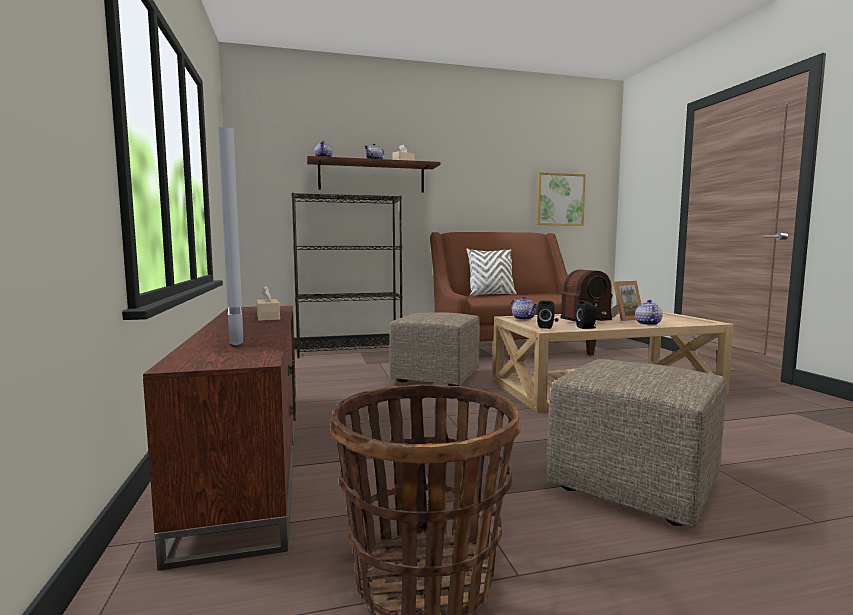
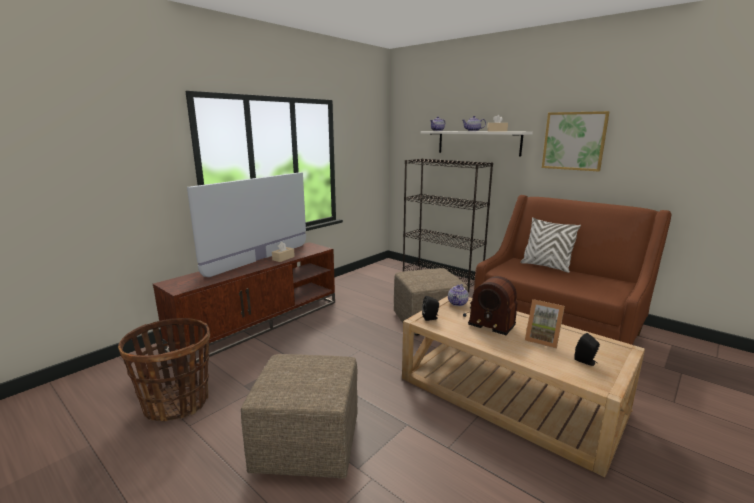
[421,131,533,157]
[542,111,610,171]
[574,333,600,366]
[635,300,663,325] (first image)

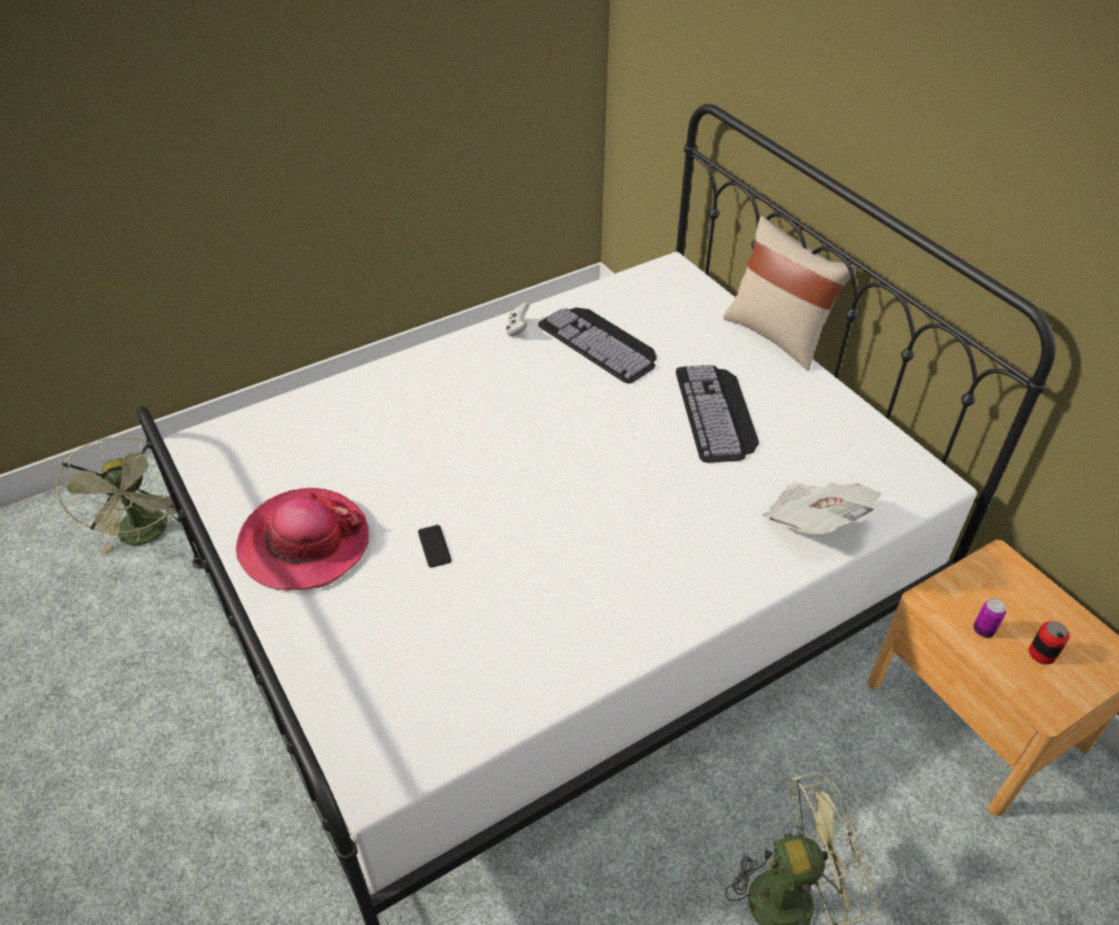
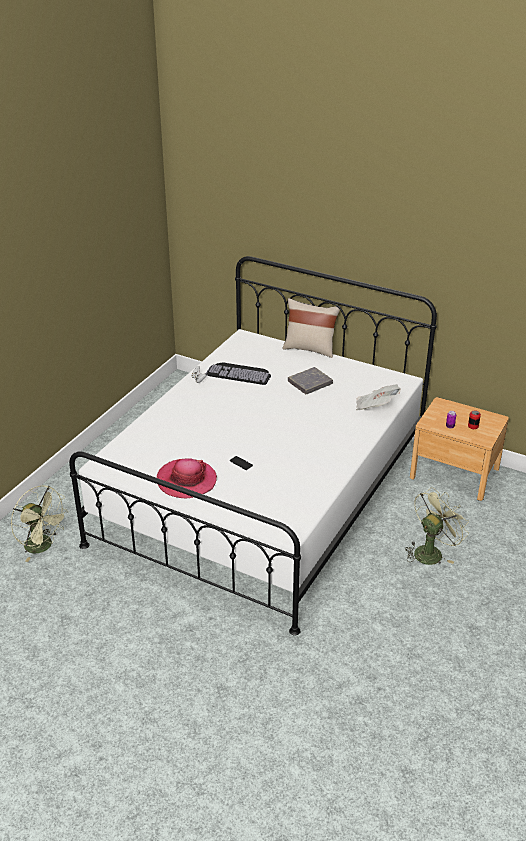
[288,367,333,394]

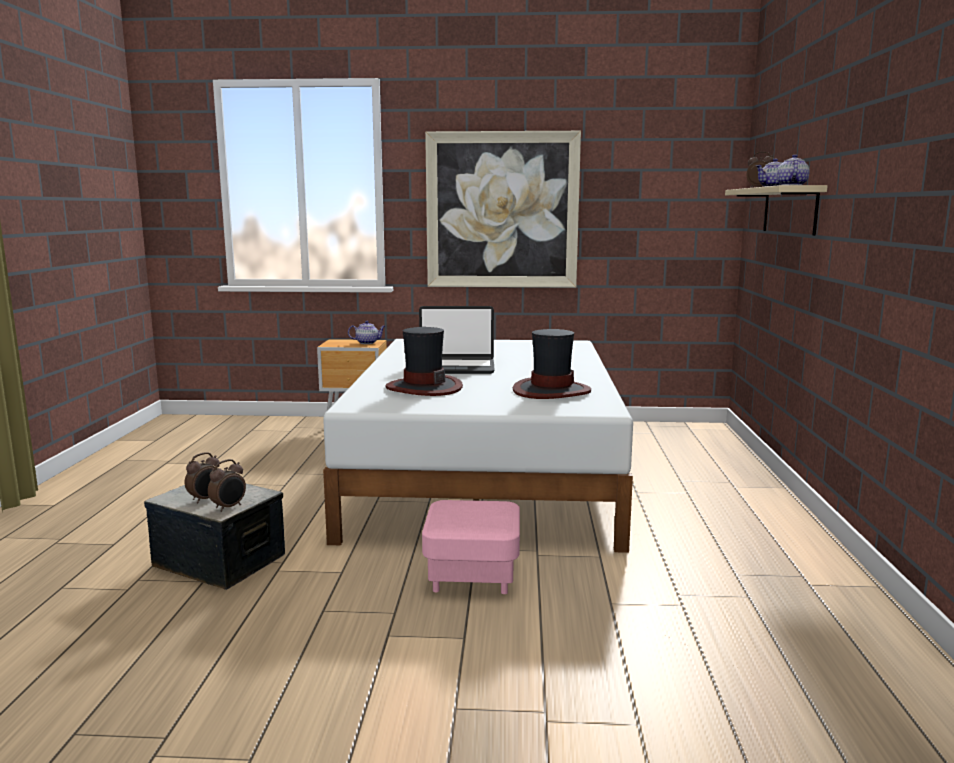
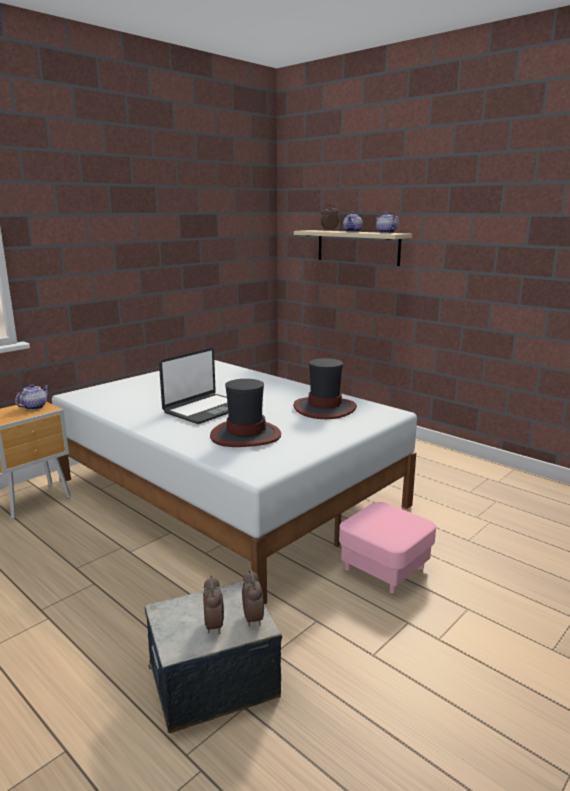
[425,131,581,288] (first image)

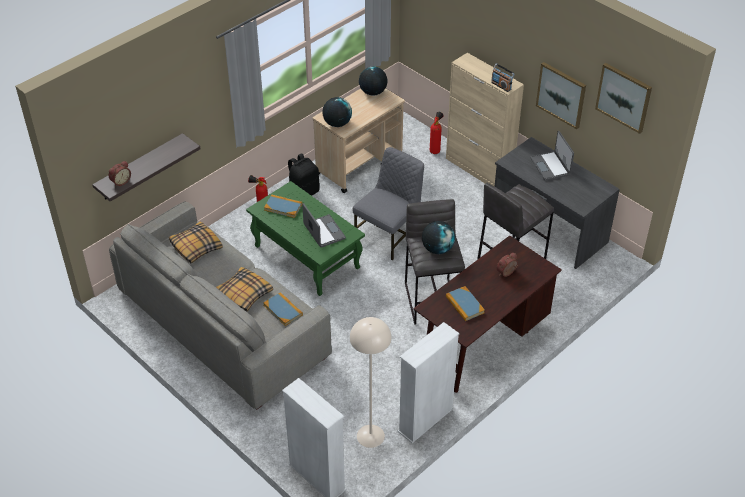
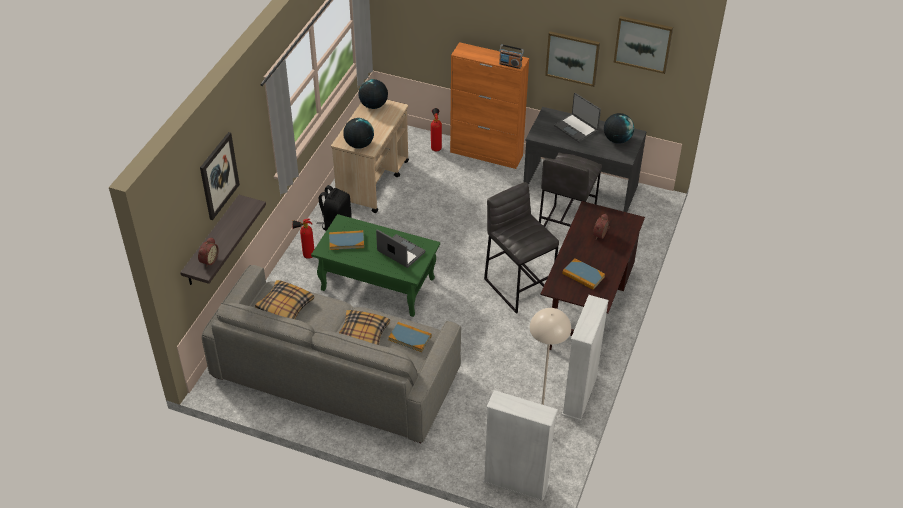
[450,42,529,169]
[353,147,424,261] (first image)
[604,113,634,144]
[200,132,240,220]

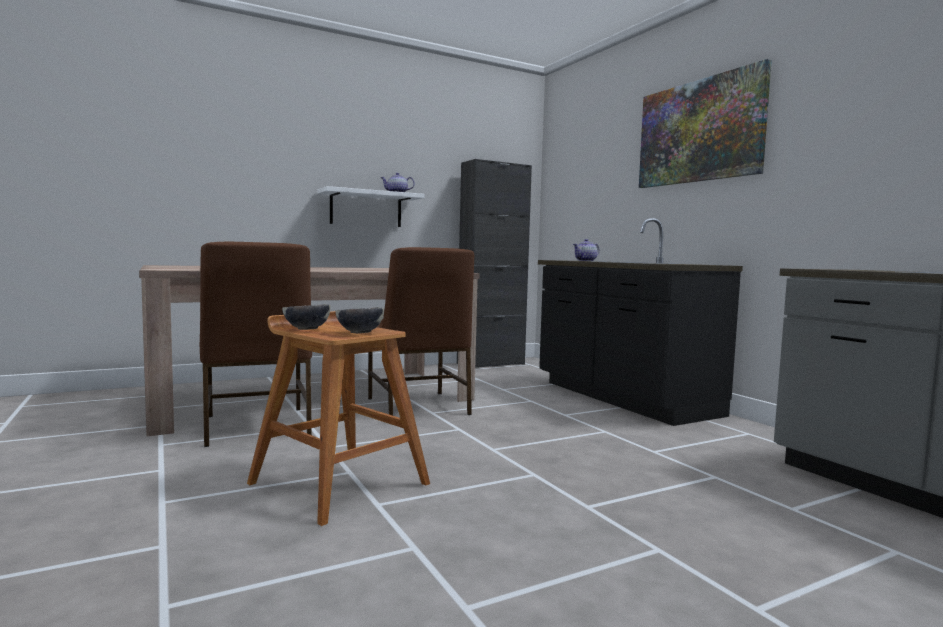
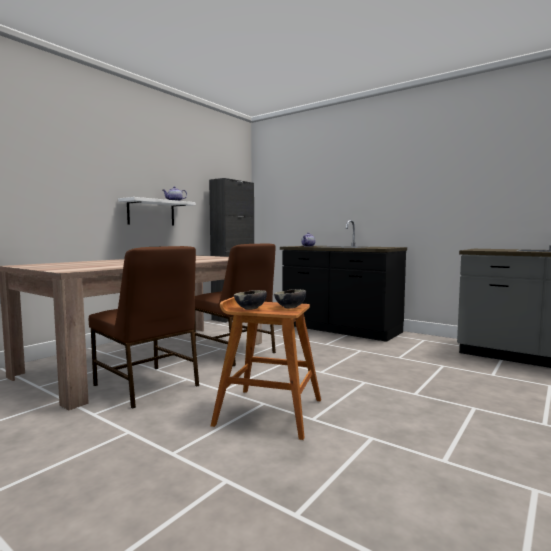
[639,59,772,188] (first image)

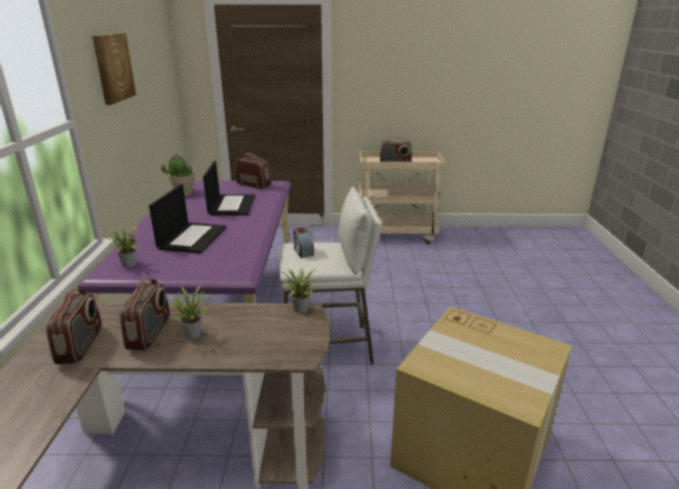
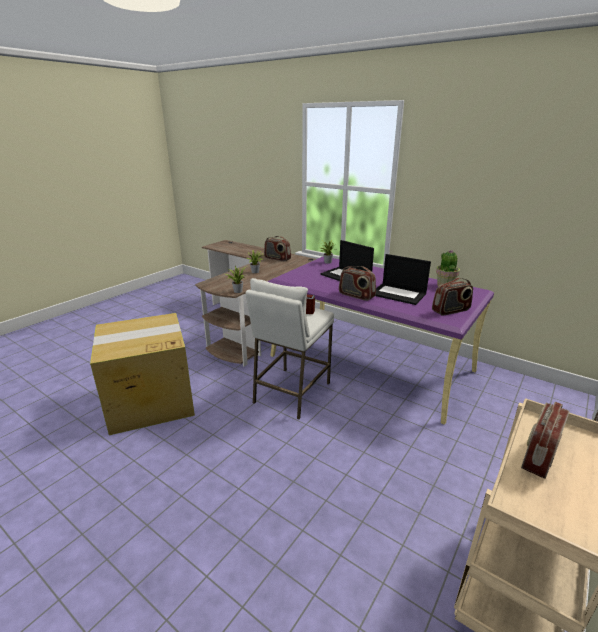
[92,33,136,105] (first image)
[339,266,376,301]

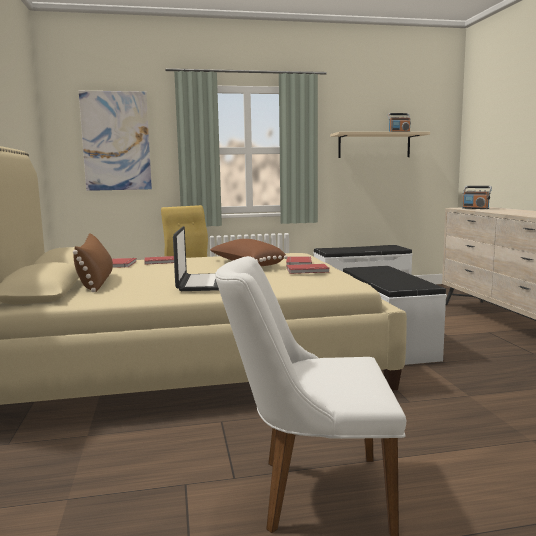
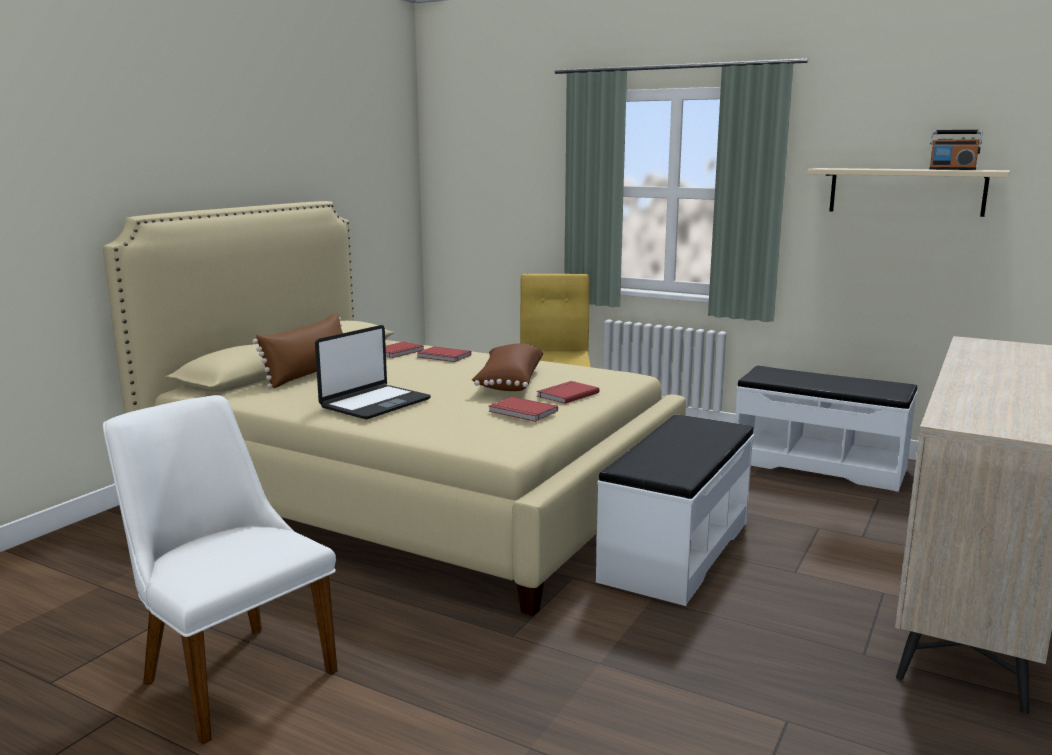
[79,91,152,191] (first image)
[462,186,492,209] (first image)

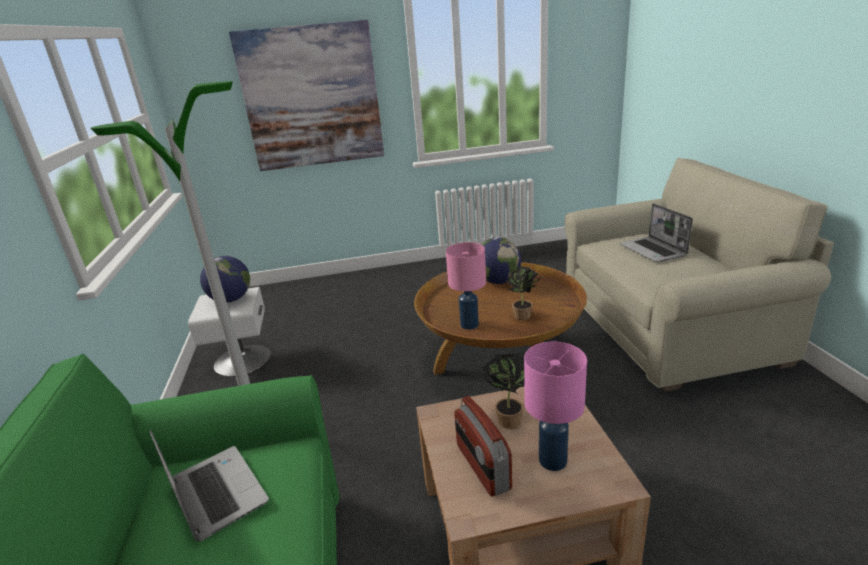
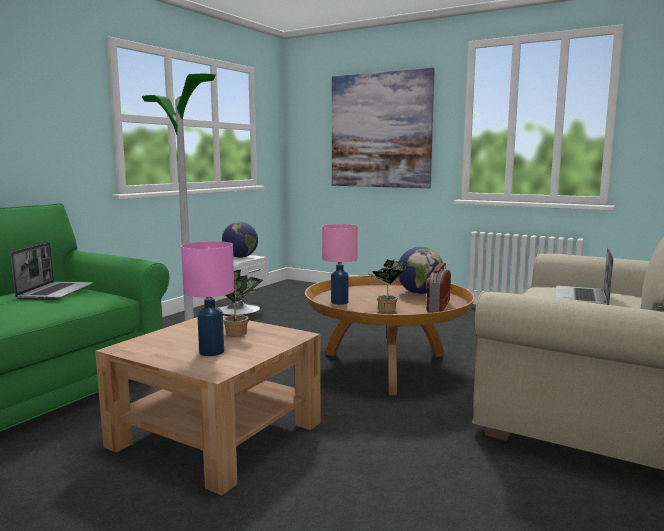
[426,263,451,313]

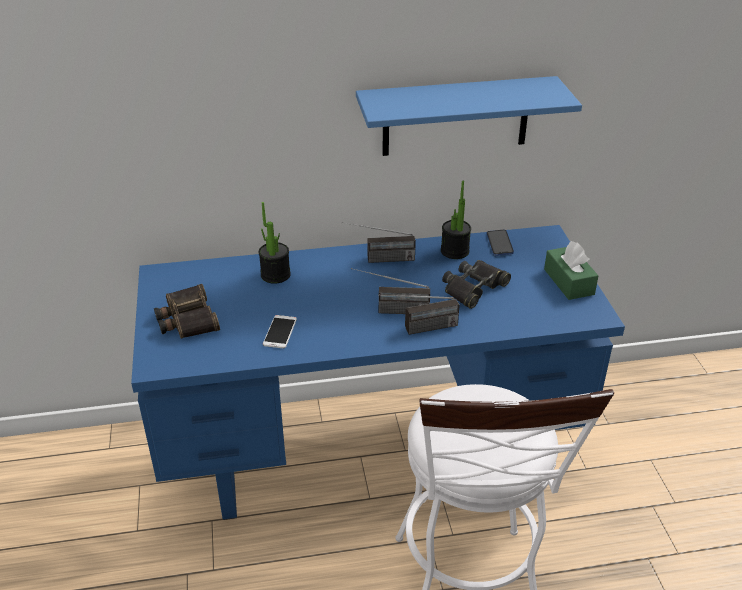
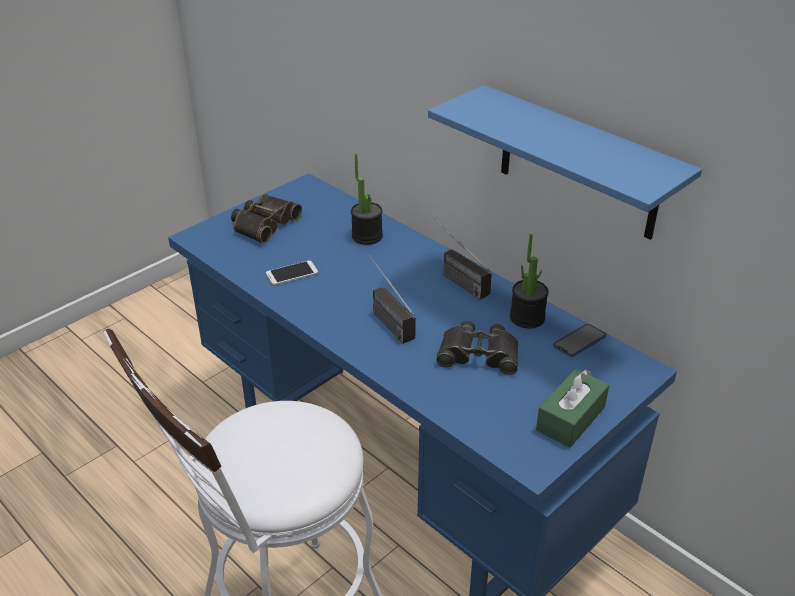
[378,294,460,335] (first image)

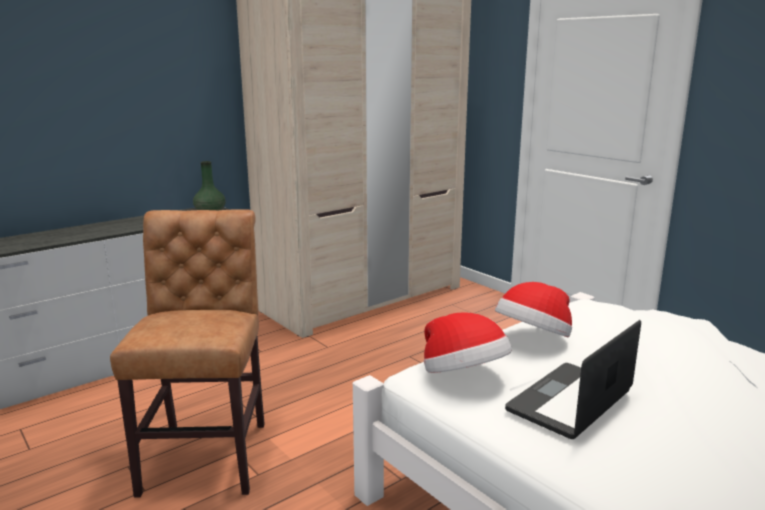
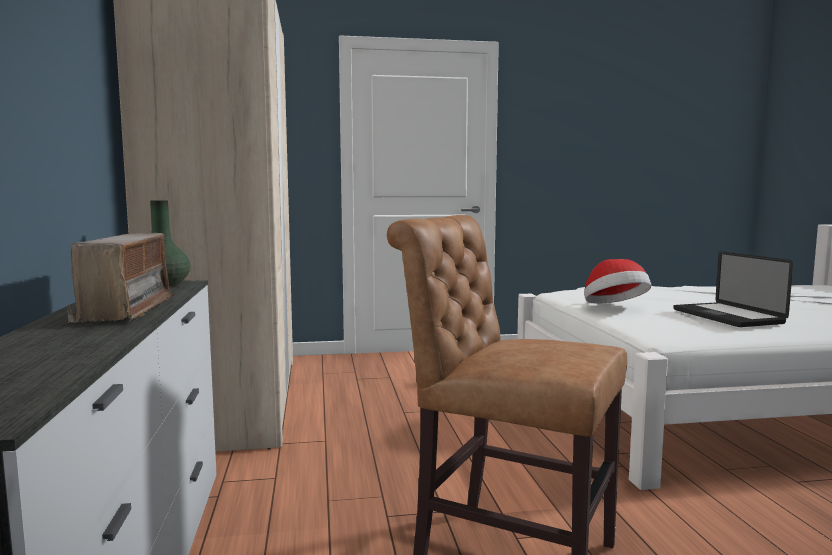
[424,312,512,373] (first image)
[67,233,175,323]

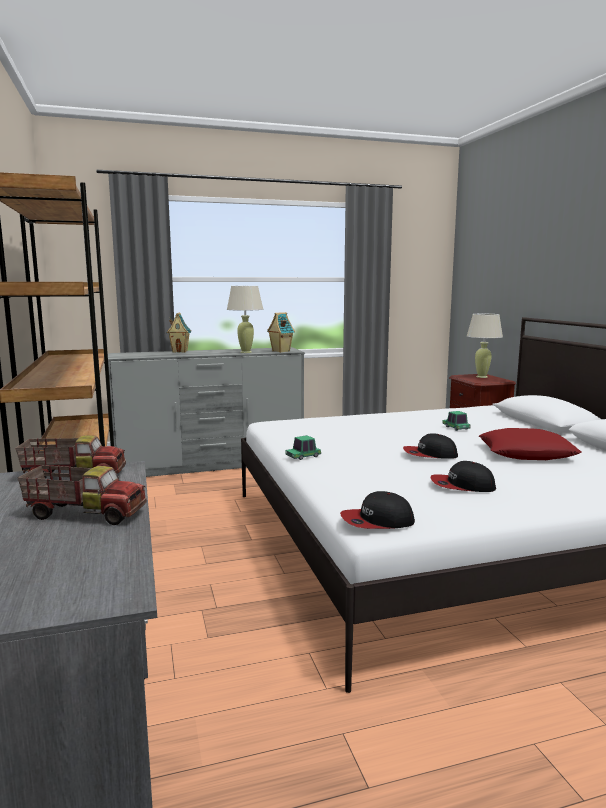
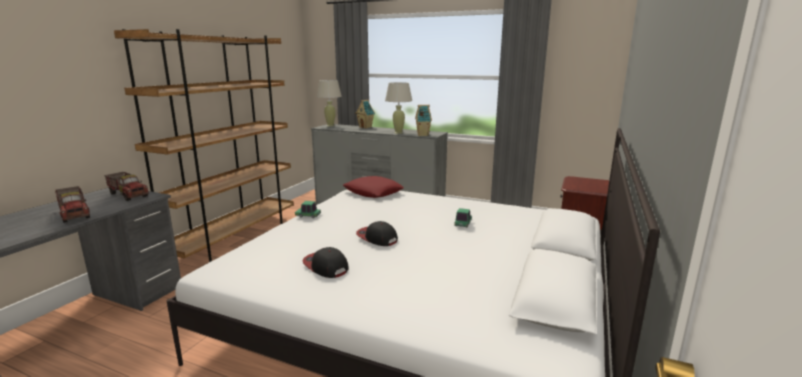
[317,80,342,127]
[343,176,404,198]
[340,491,415,529] (first image)

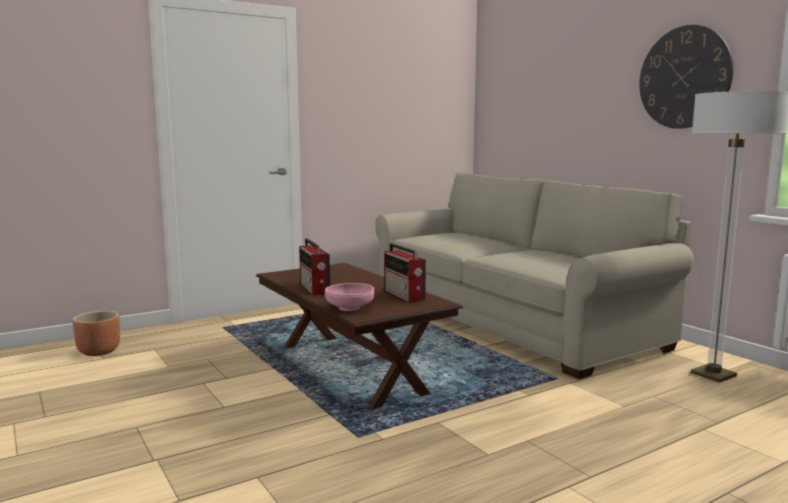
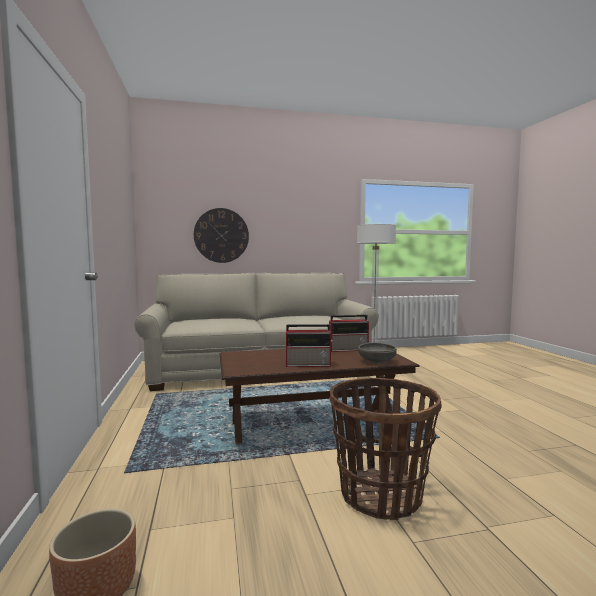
[194,208,249,263]
[358,342,397,364]
[330,378,442,521]

